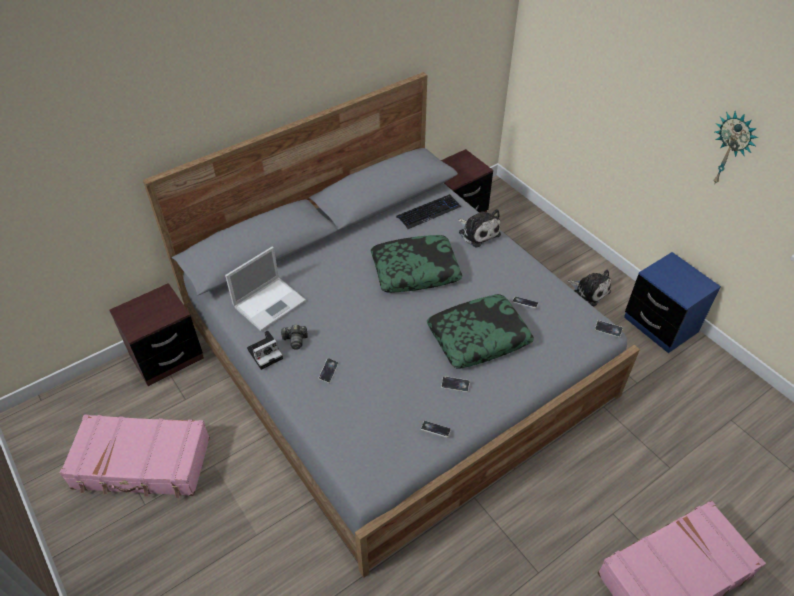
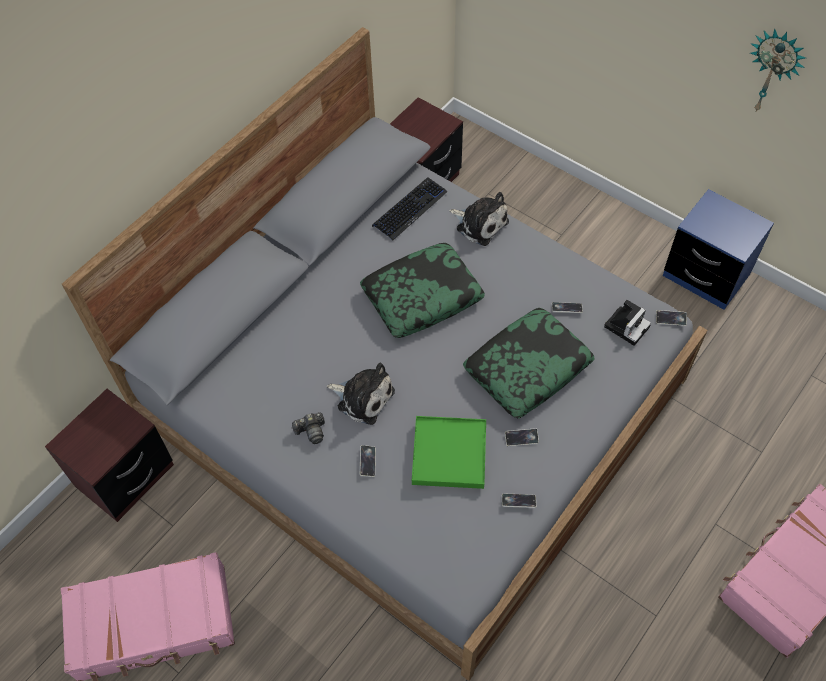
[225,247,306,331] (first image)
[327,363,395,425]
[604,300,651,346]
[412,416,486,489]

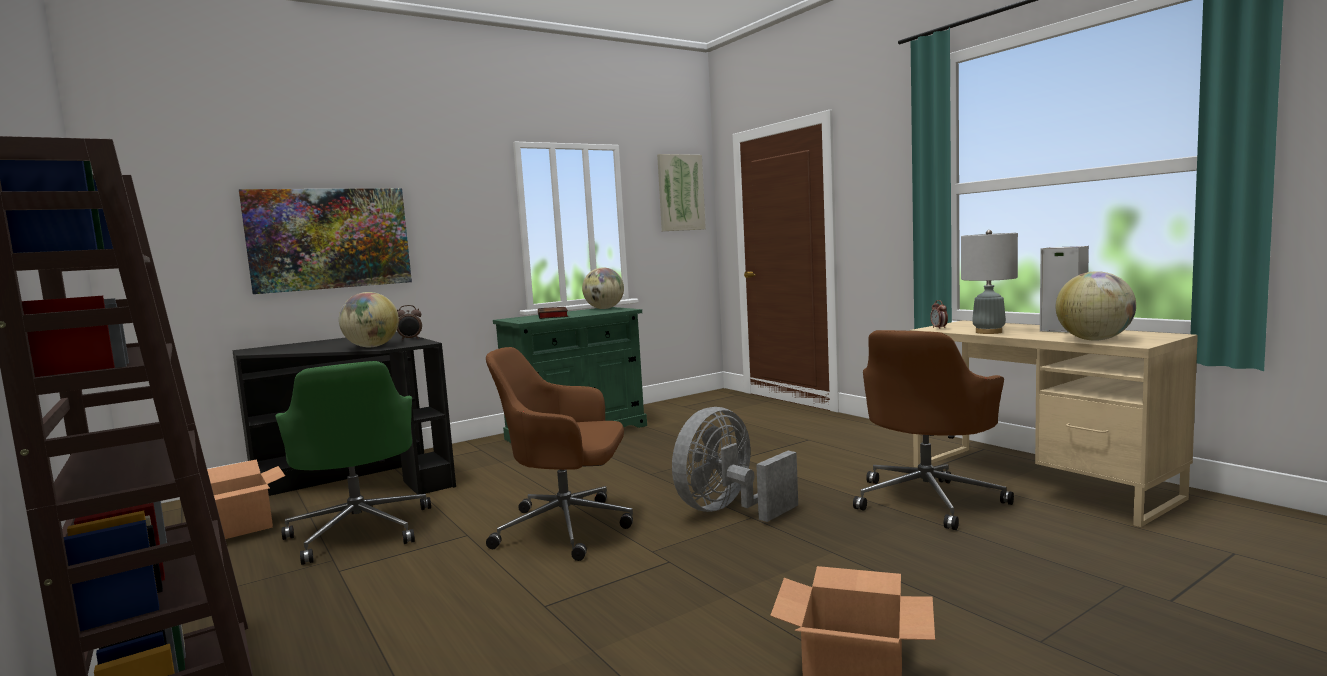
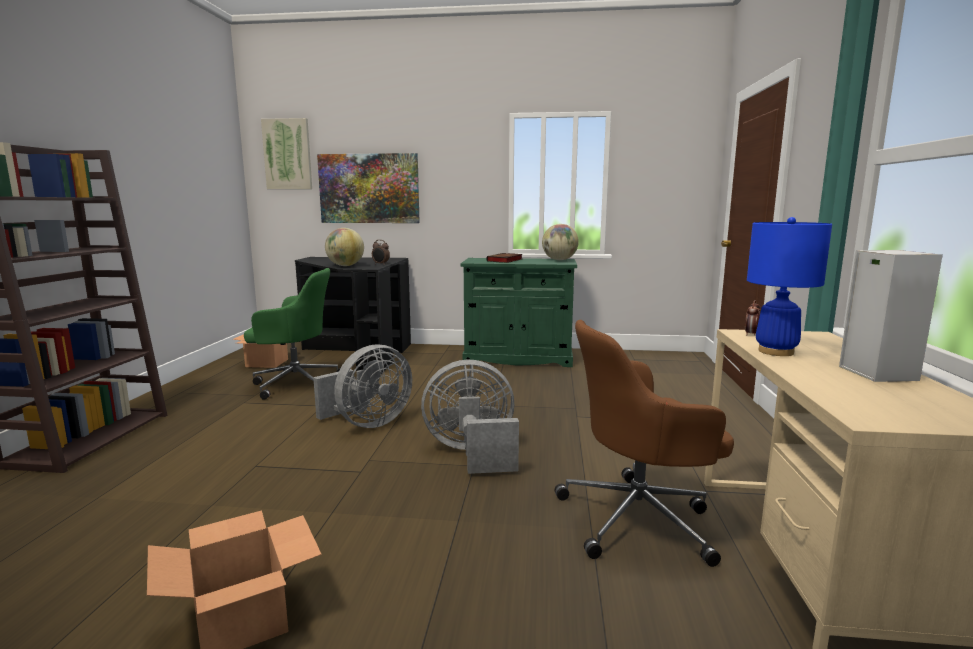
[261,118,312,189]
[747,217,832,356]
[1056,271,1136,341] (first image)
[313,344,412,428]
[244,268,340,400]

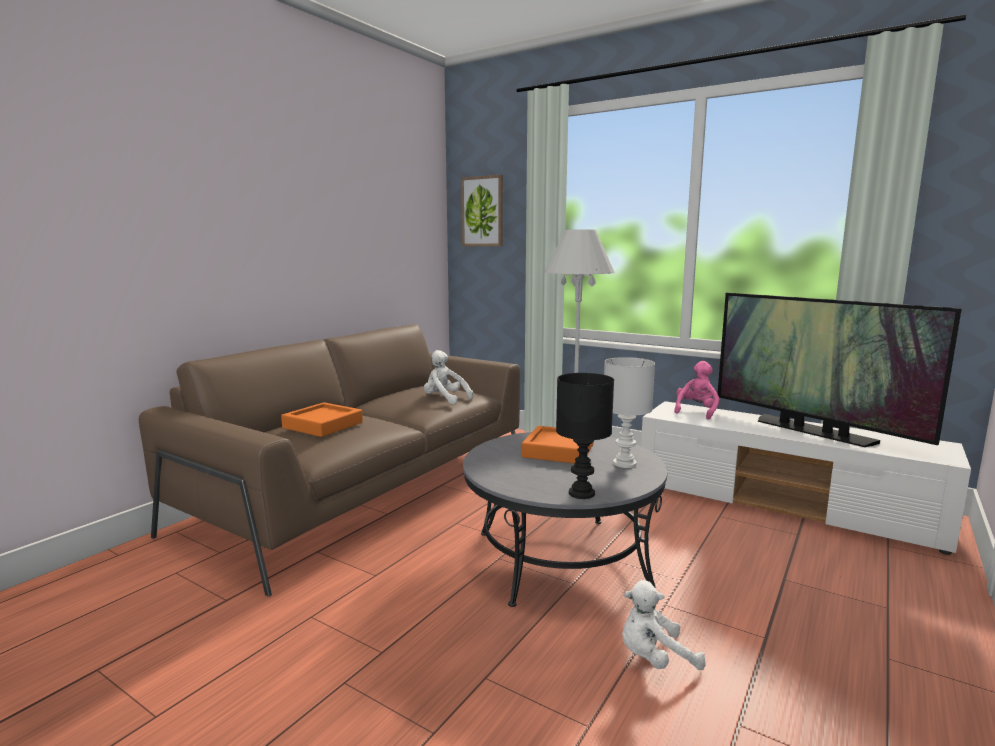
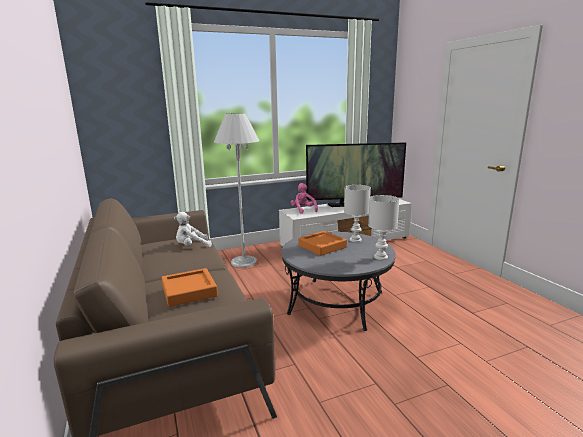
[461,175,503,246] (first image)
[368,195,399,260]
[622,580,706,670] (first image)

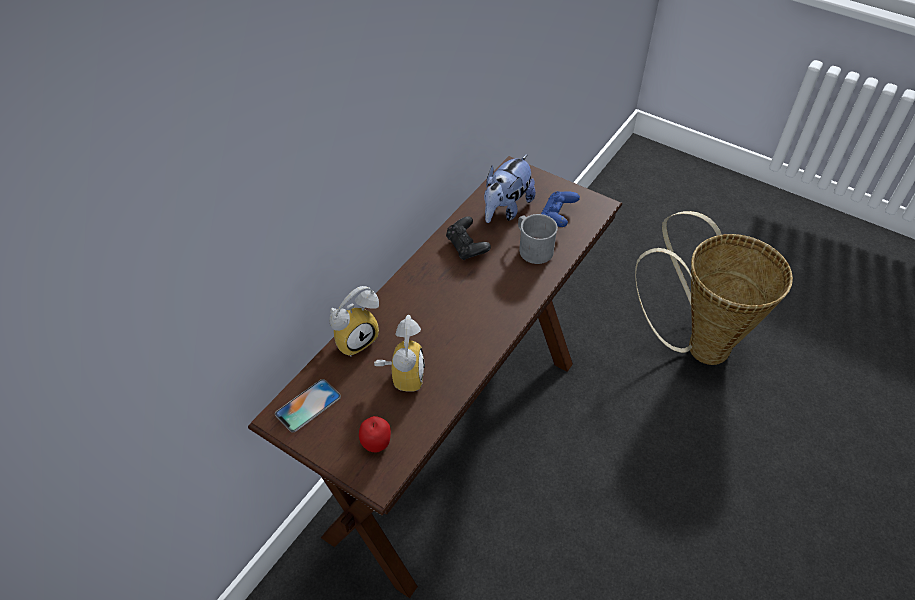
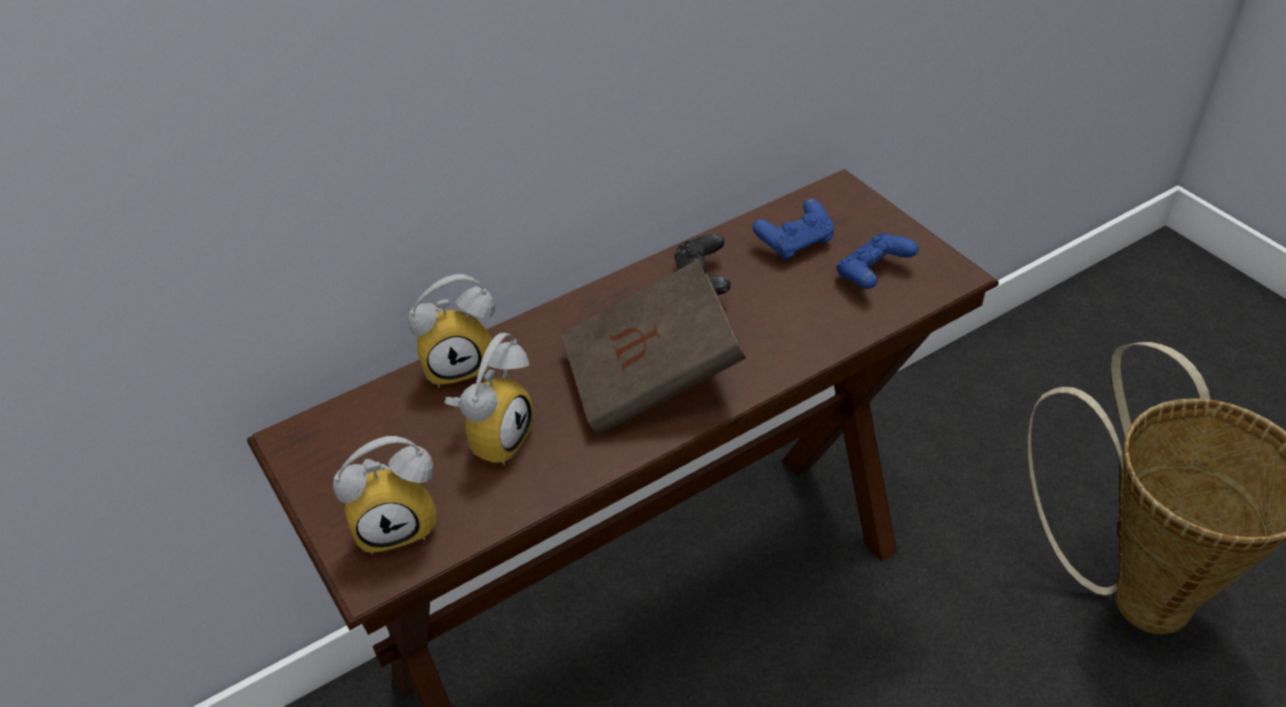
[752,198,834,261]
[518,214,558,264] (first image)
[275,379,341,432] (first image)
[333,436,437,554]
[561,259,746,436]

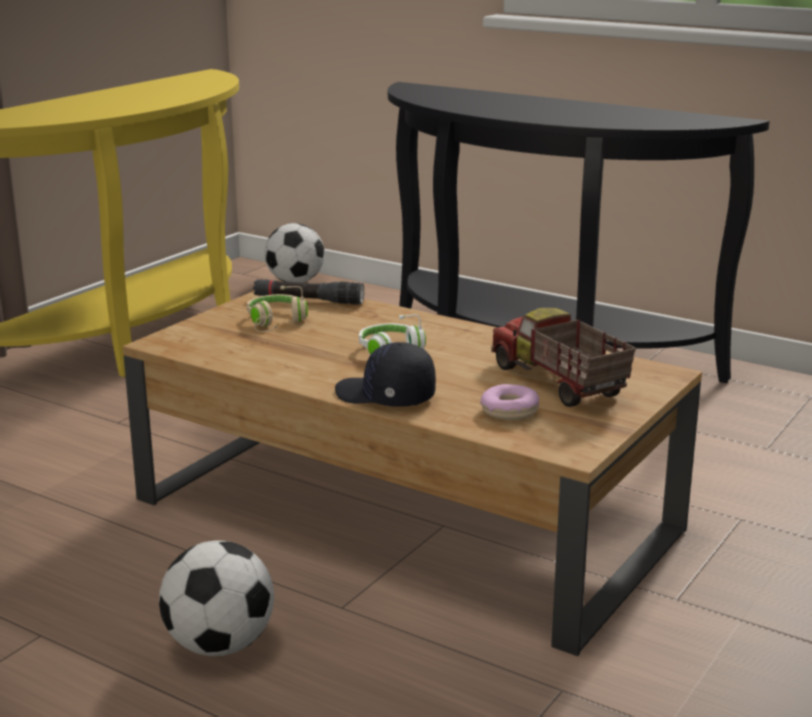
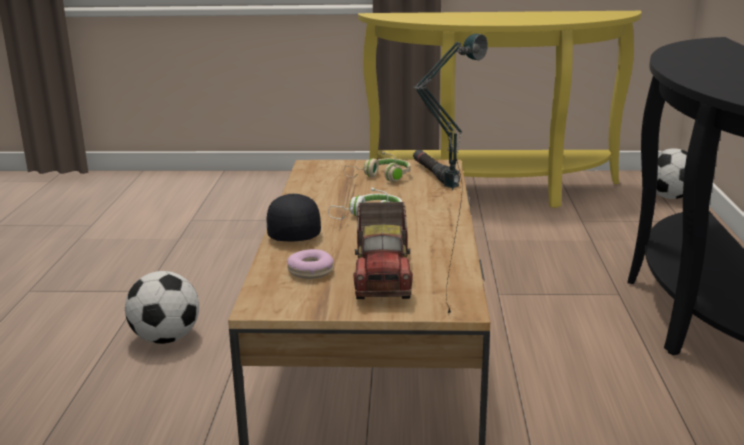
[353,202,413,299]
[413,34,488,316]

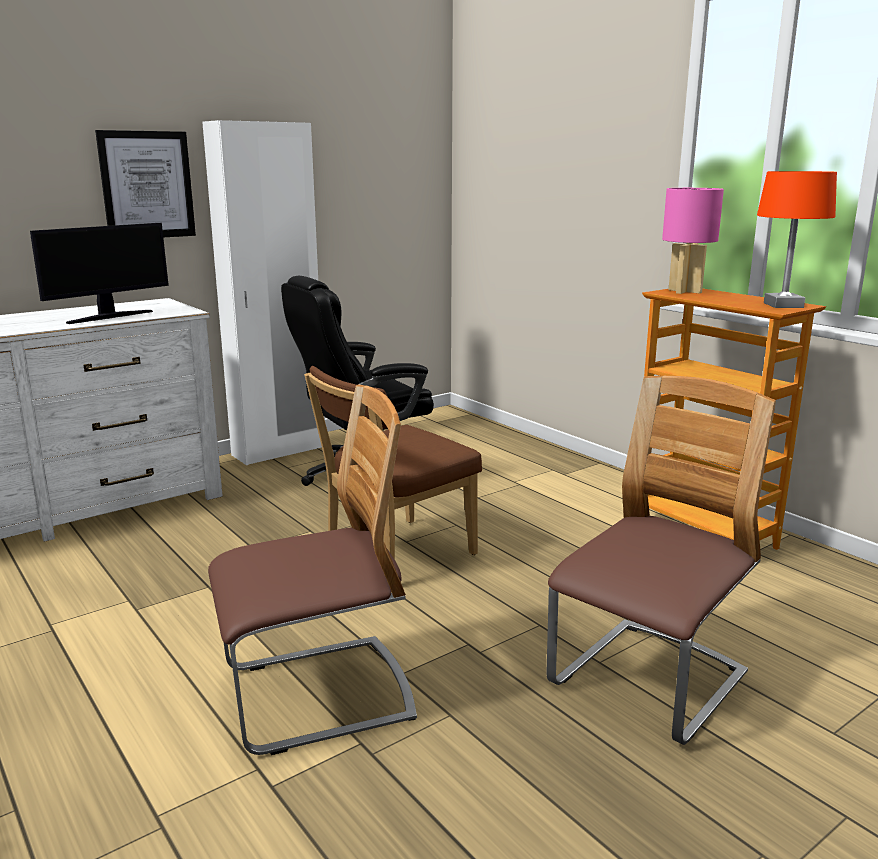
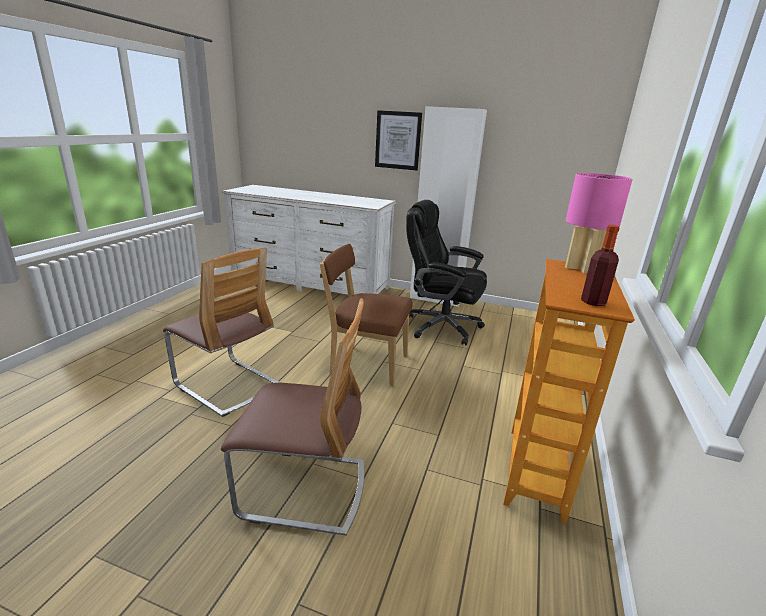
[581,225,619,306]
[30,223,169,324] (first image)

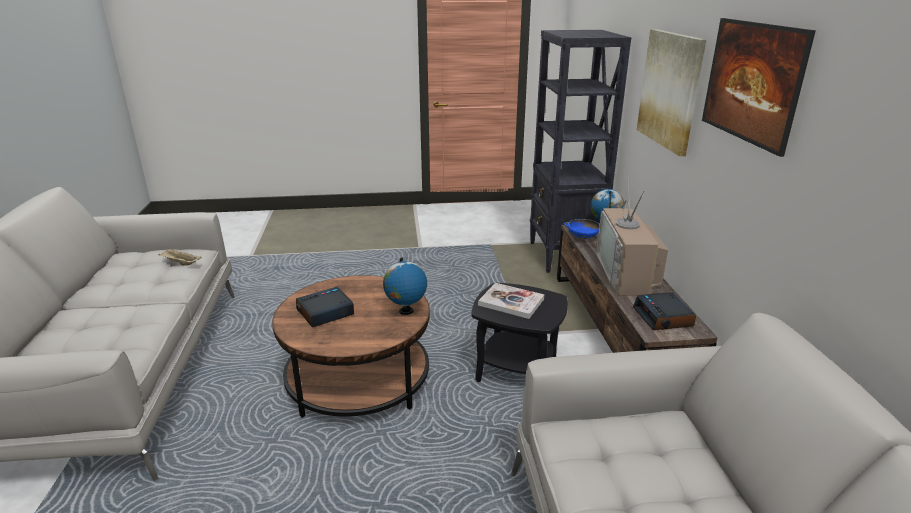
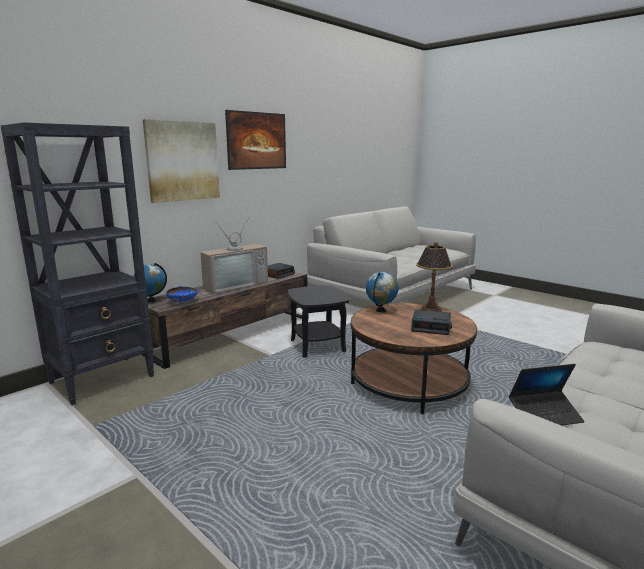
[509,364,585,426]
[478,283,544,319] (first image)
[416,242,453,312]

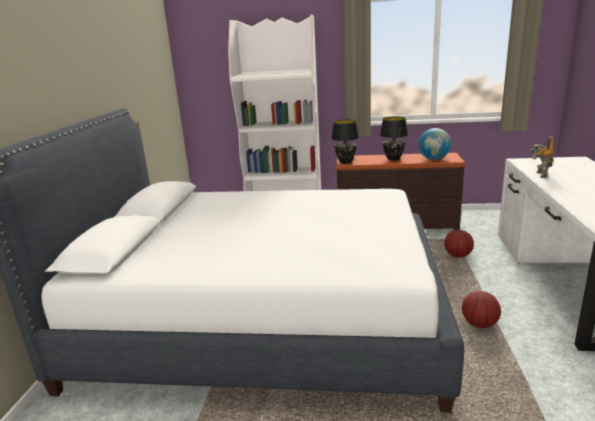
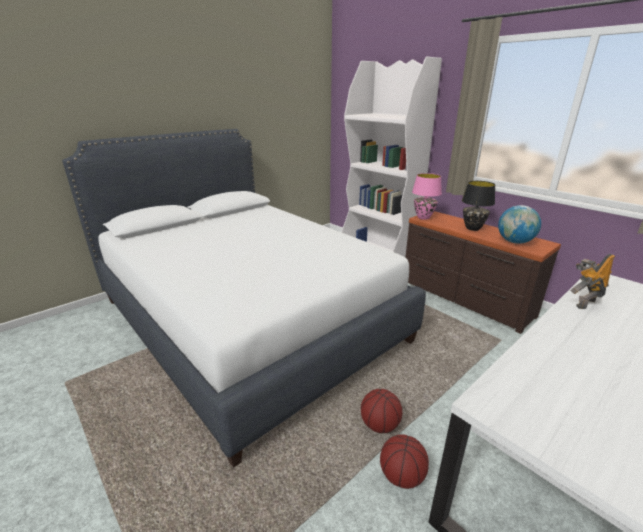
[412,173,442,220]
[380,434,429,489]

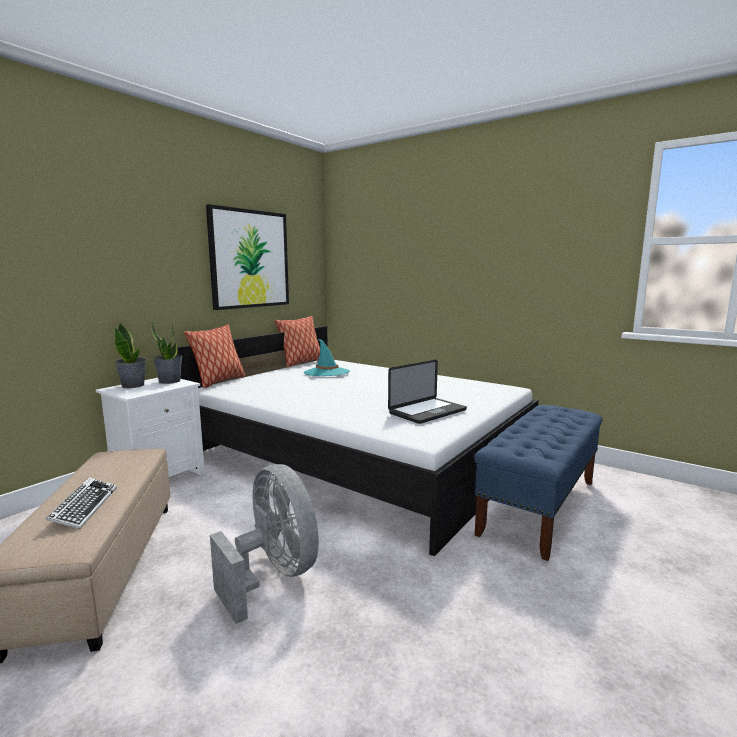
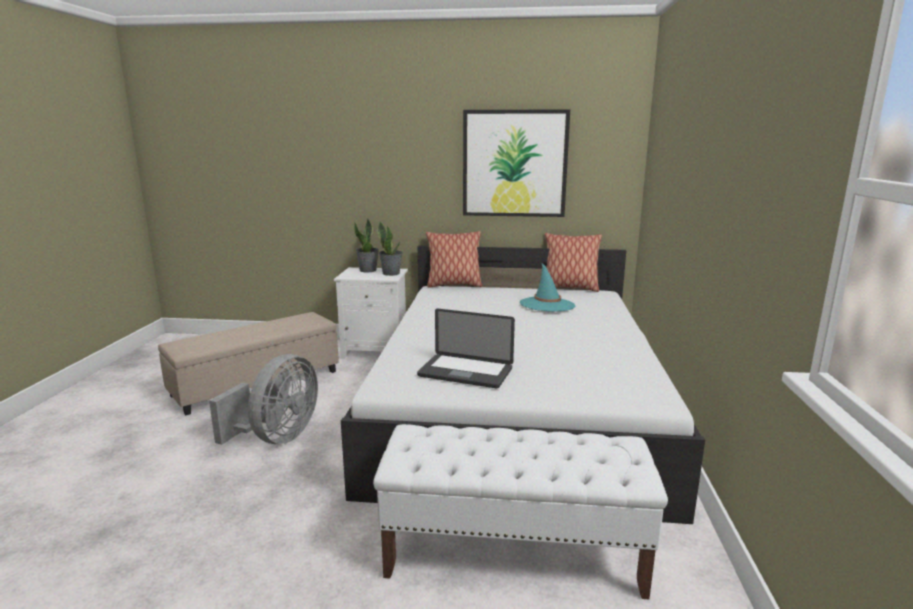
[373,424,668,599]
[46,478,117,529] (first image)

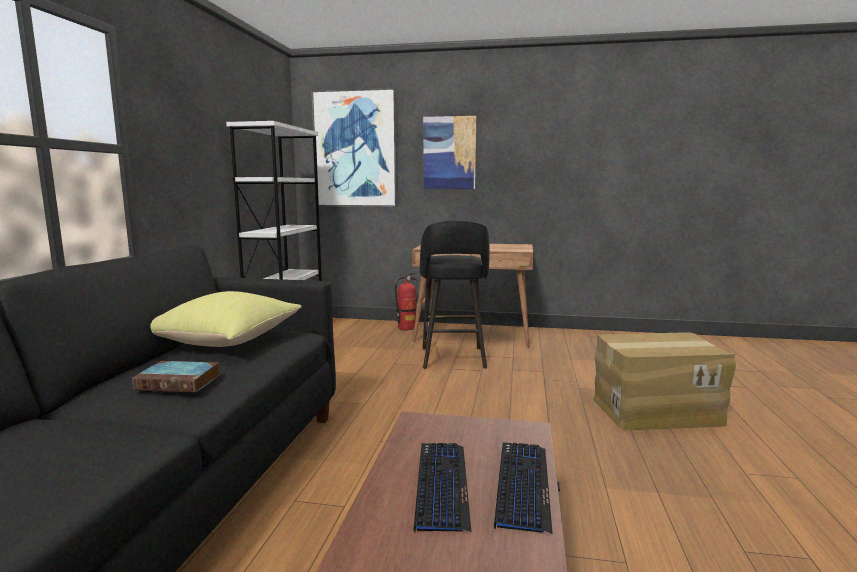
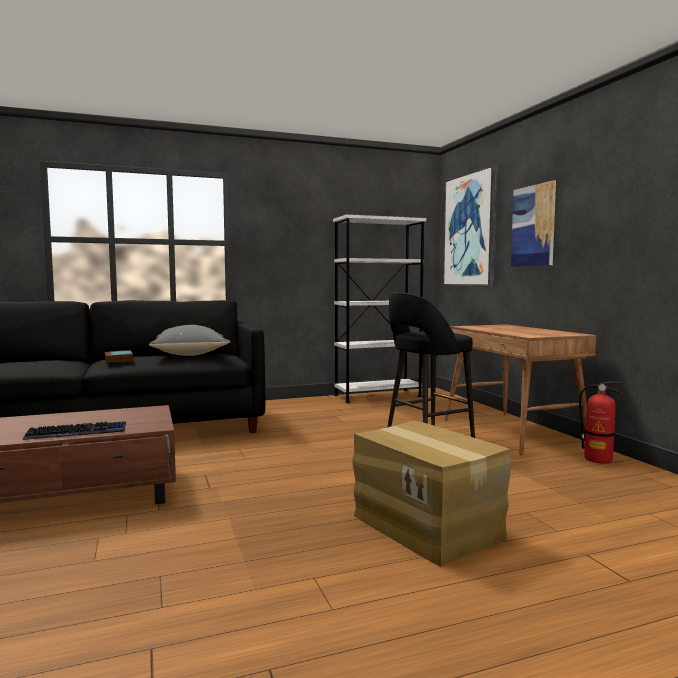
[579,382,623,464]
[149,325,230,356]
[413,443,471,532] (first image)

